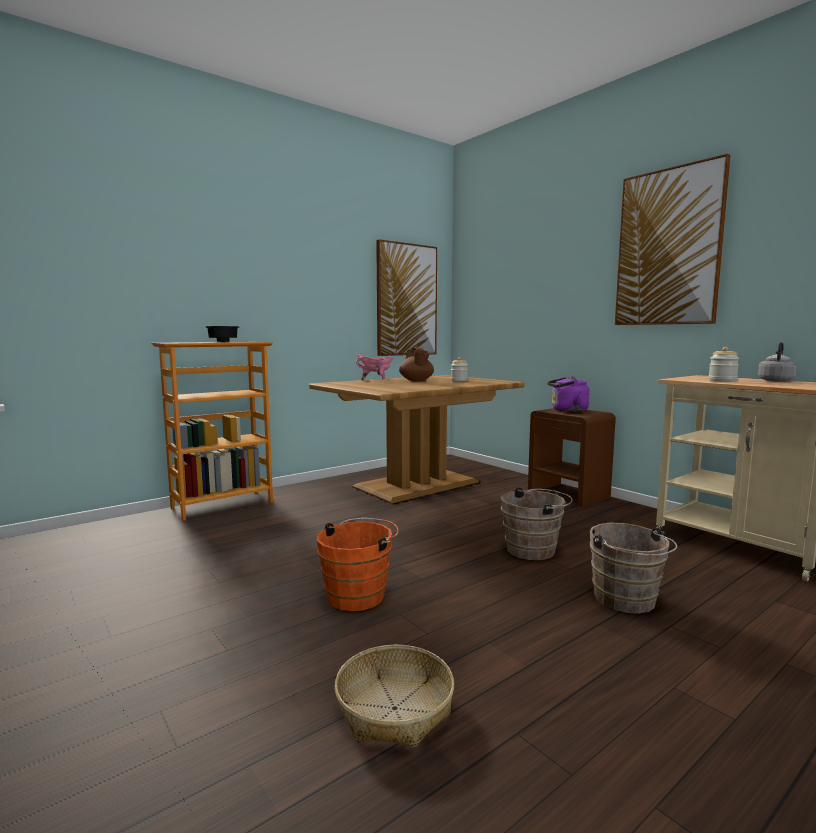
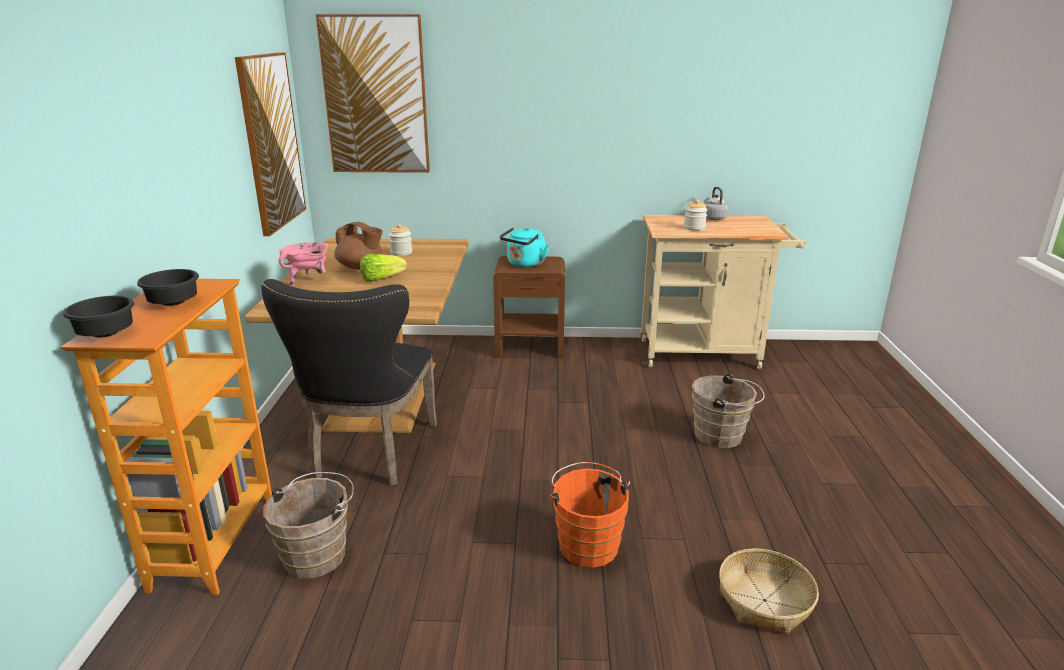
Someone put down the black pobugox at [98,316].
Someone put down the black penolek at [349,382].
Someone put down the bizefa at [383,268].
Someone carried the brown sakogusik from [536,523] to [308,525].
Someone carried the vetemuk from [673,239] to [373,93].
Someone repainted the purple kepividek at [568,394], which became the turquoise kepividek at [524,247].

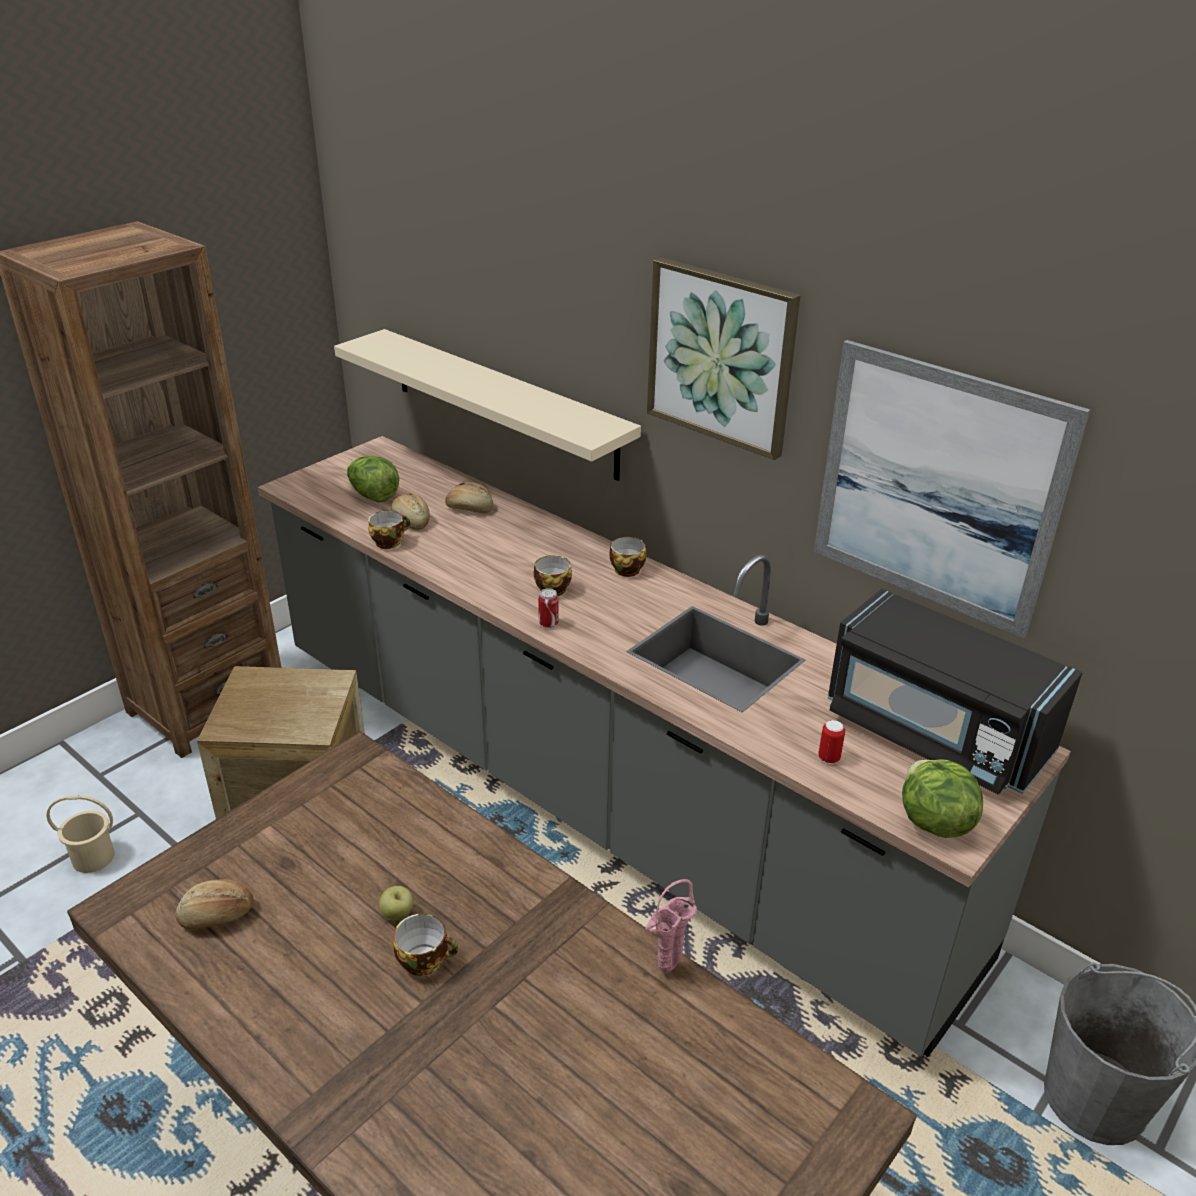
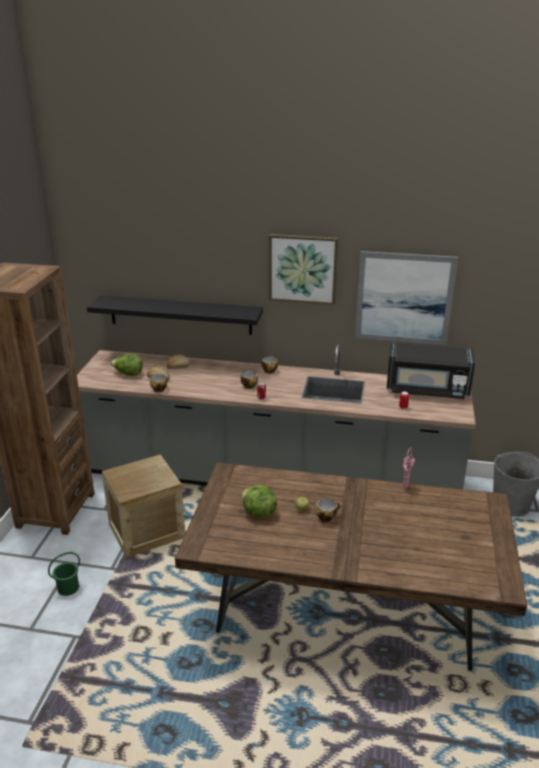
Someone took away the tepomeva at [214,904].
Someone carried the bizefa from [942,798] to [259,501].
Someone repainted the beige sakogusik at [81,834], which became the green sakogusik at [64,574].
Someone repainted the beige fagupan at [487,405], which became the black fagupan at [175,315].

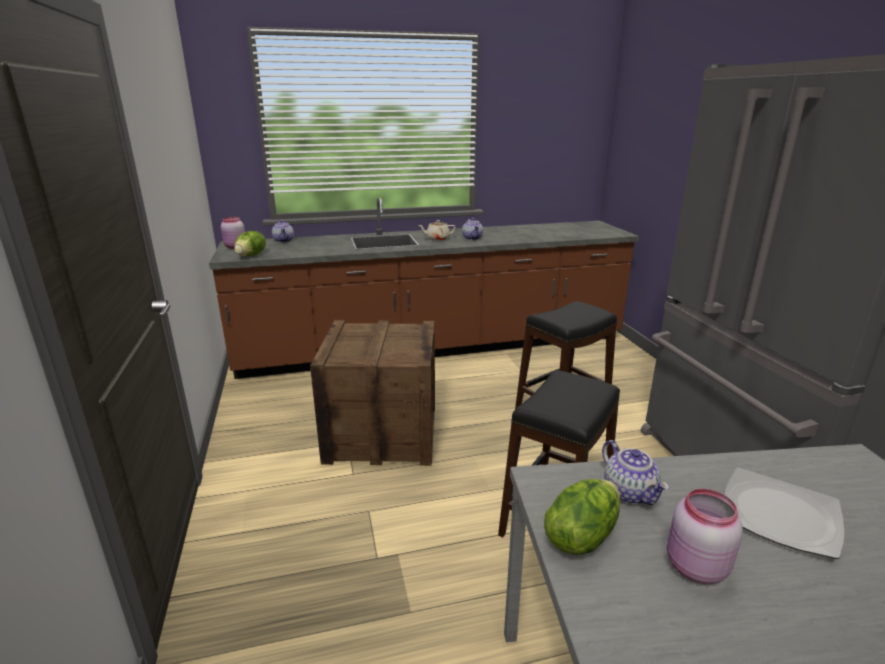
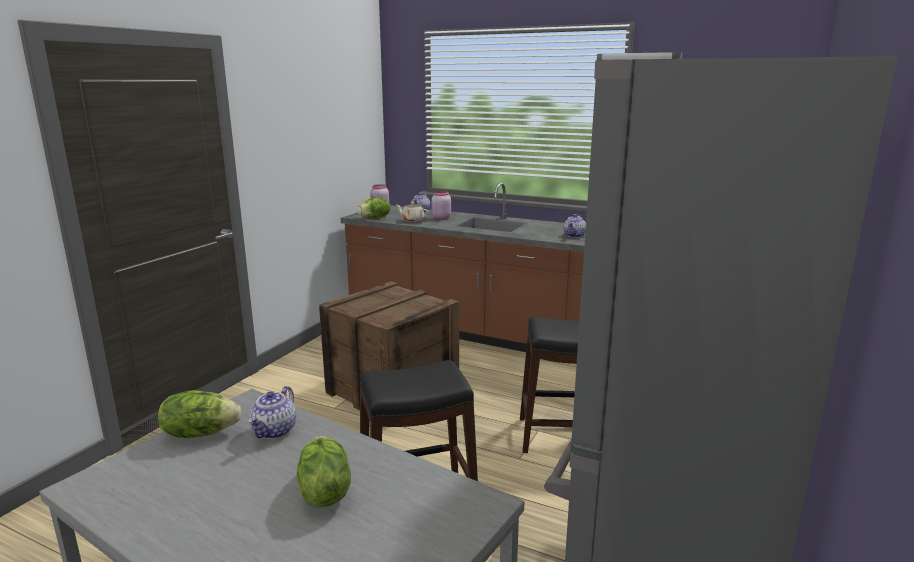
Someone carried the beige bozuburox from [437,230] to [412,212].
Someone carried the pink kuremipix from [705,536] to [441,205].
Someone swapped the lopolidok at [784,513] for the bizefa at [324,471].

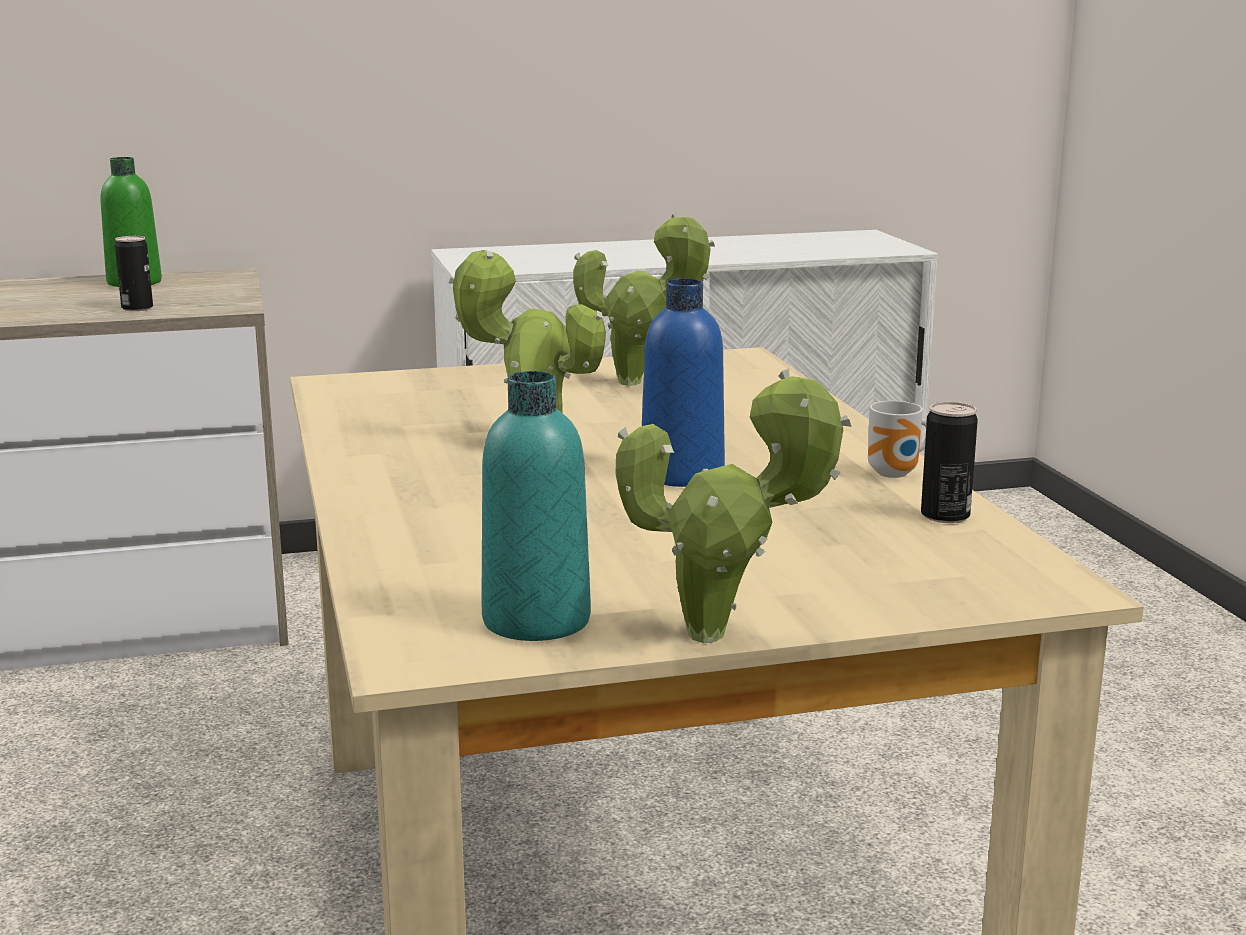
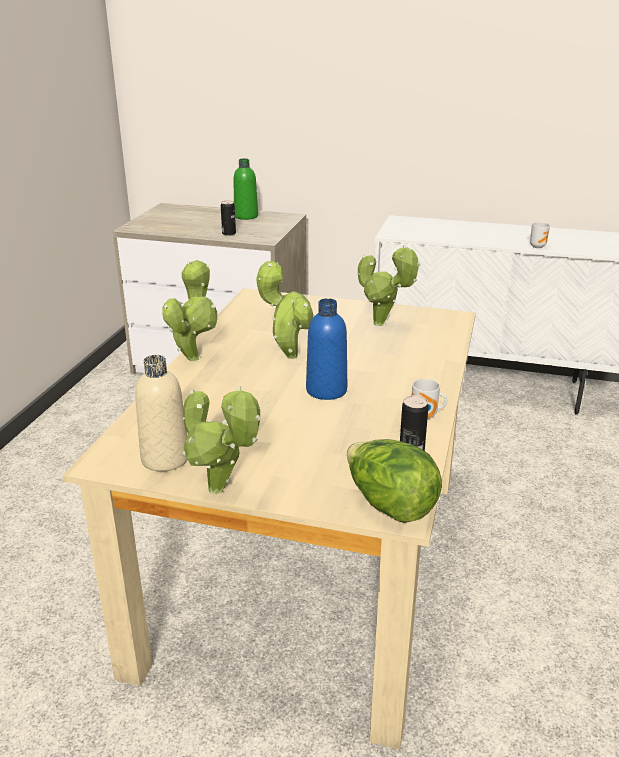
Someone put down the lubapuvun at [190,310].
Someone put down the bizefa at [394,481].
Someone put down the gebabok at [540,235].
Someone repainted the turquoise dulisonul at [536,506], which became the beige dulisonul at [161,413].

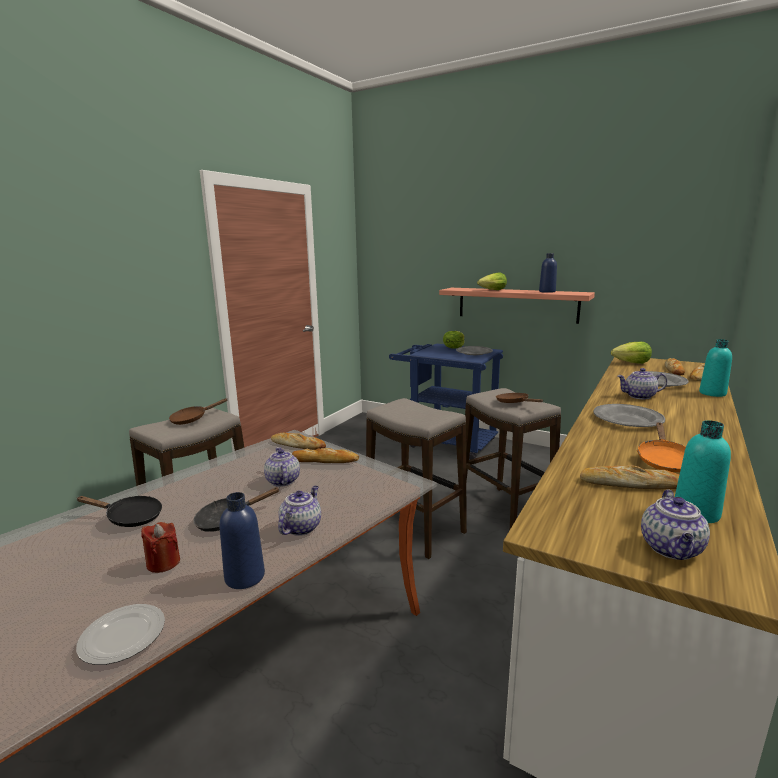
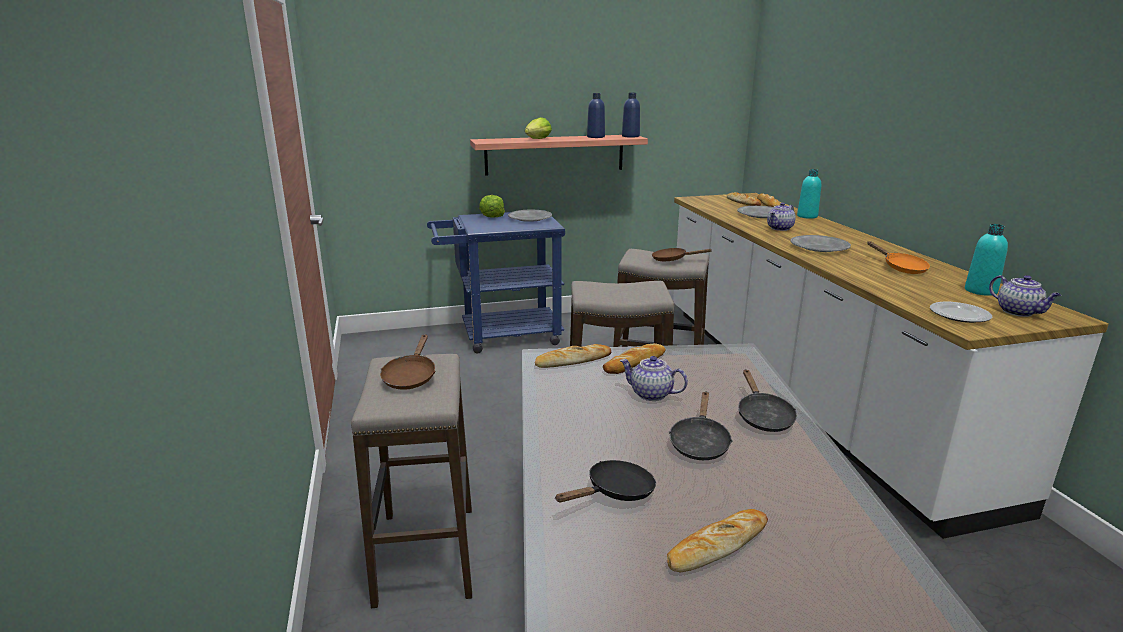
Someone took away the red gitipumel at [160,547].
Someone took away the bizefa at [631,353].
Someone carried the lopolidok from [120,634] to [961,312].
Someone carried the blue dulisonul from [242,540] to [631,115].
Someone carried the tepomeva from [629,477] to [717,541].
Someone swapped the bozuburox at [299,511] for the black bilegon at [767,400].

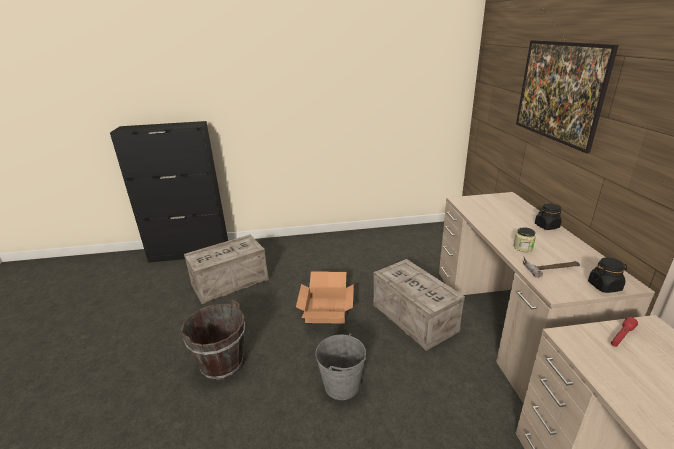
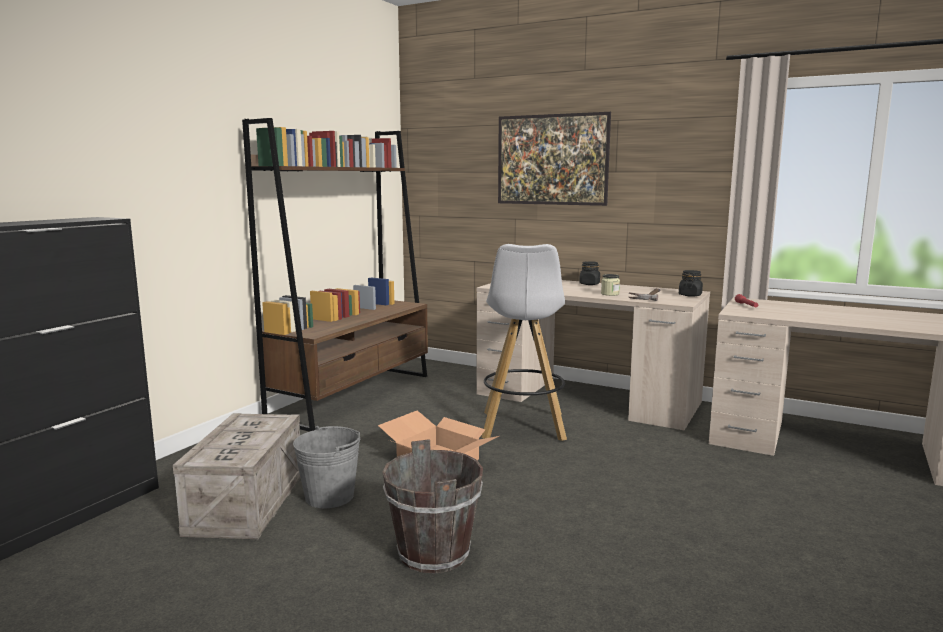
Someone put down the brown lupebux at [335,275].
Someone carried the grey sakogusik from [340,366] to [326,467].
Someone swapped the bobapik at [419,305] for the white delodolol at [524,342].

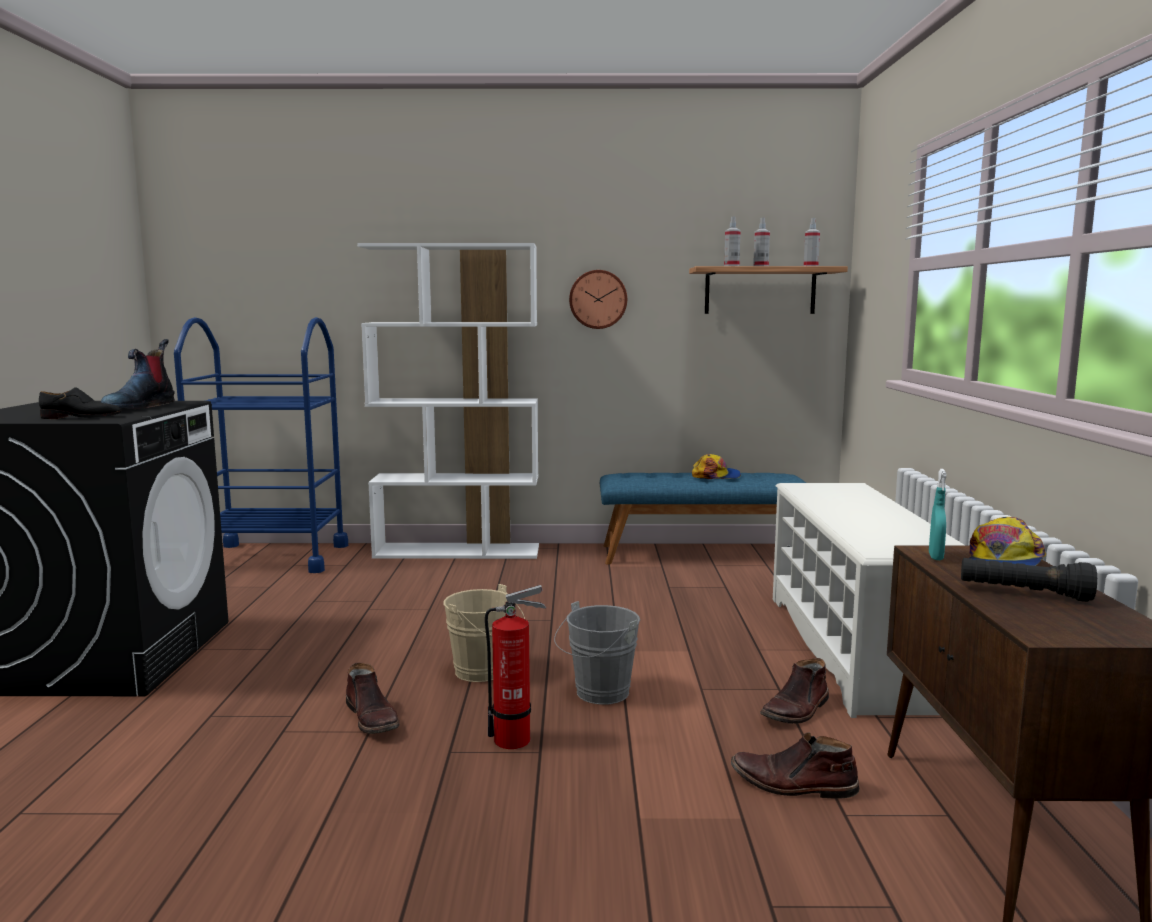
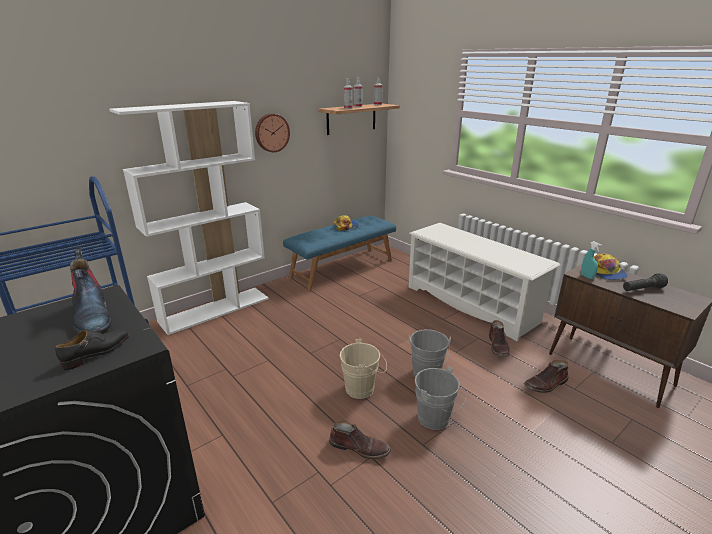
Someone swapped the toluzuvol at [515,667] for the grey sakogusik at [440,398].

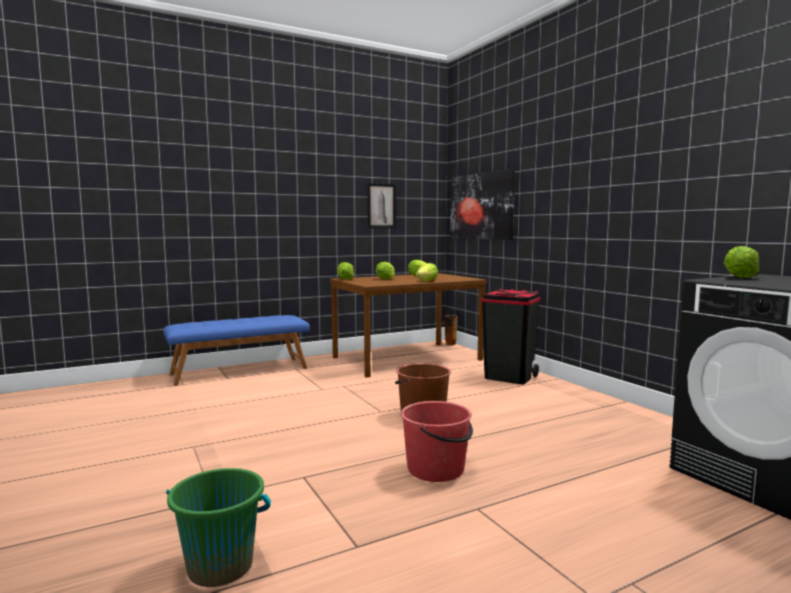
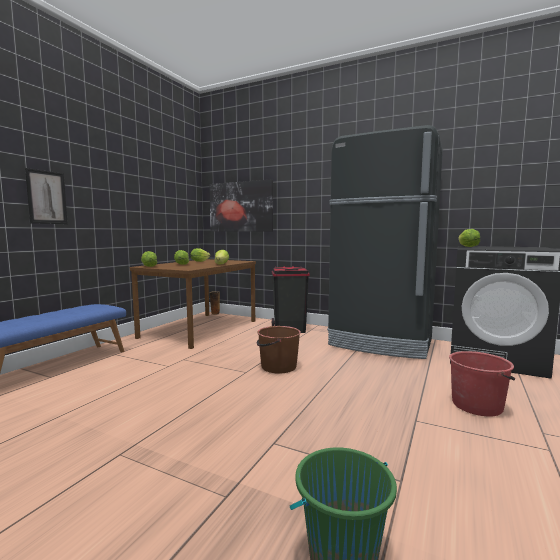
Someone put down the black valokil at [385,242].
Someone carried the vetemuk from [381,205] to [46,196].
Someone carried the red sakogusik from [437,441] to [482,384].

